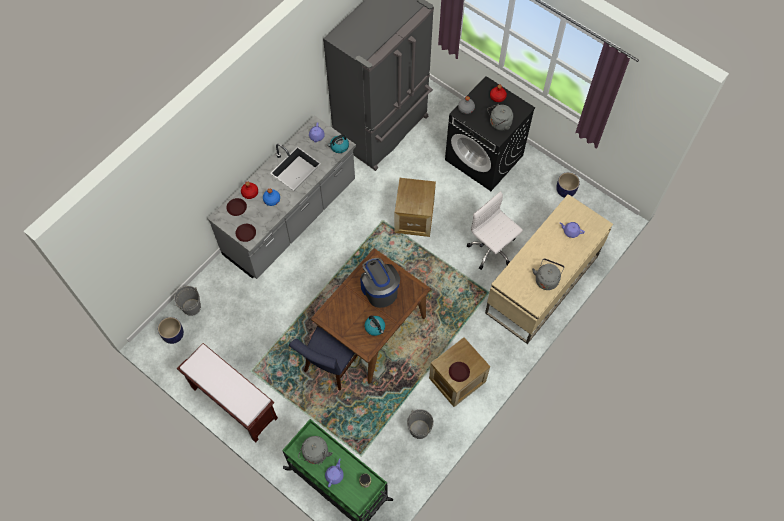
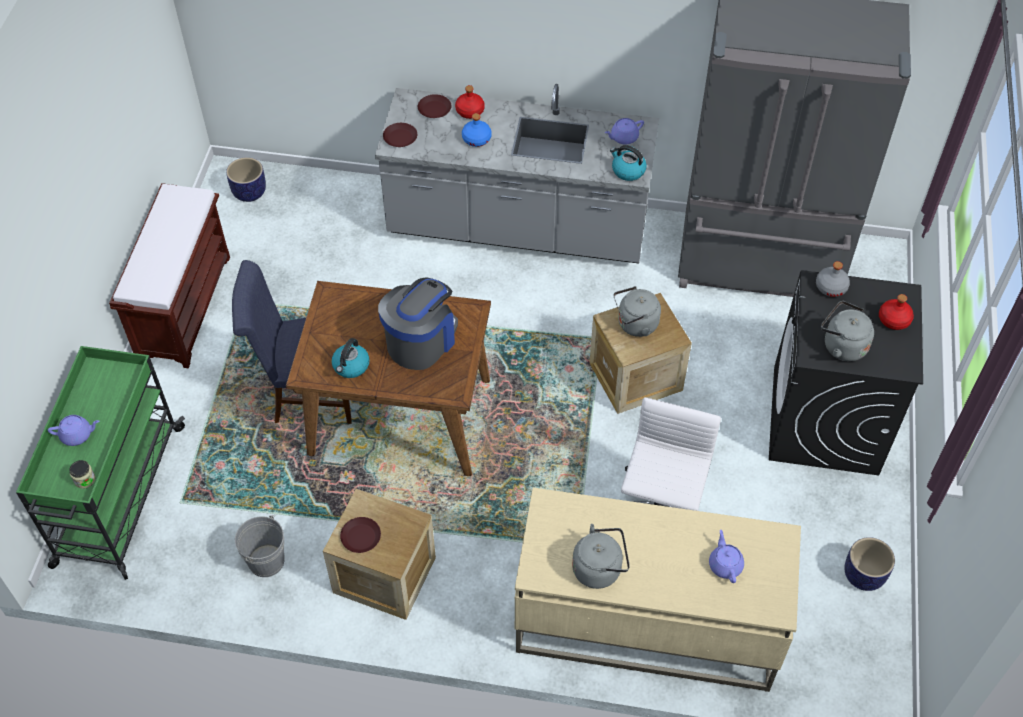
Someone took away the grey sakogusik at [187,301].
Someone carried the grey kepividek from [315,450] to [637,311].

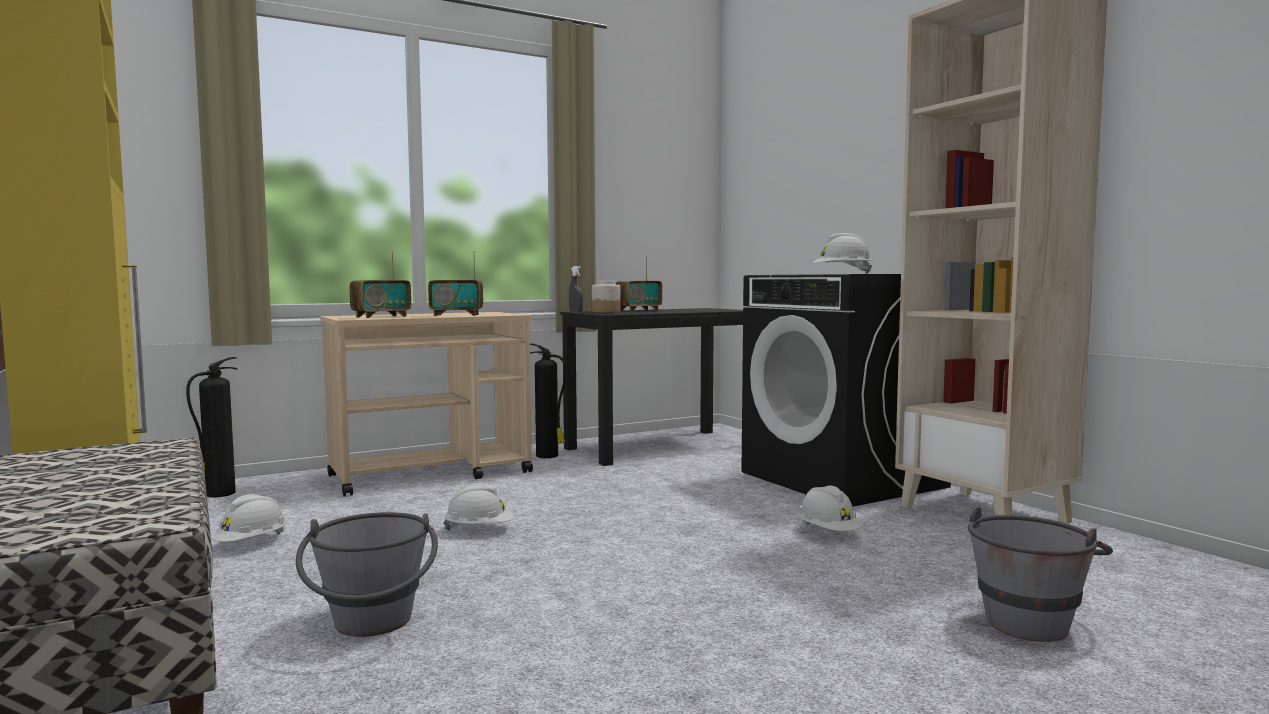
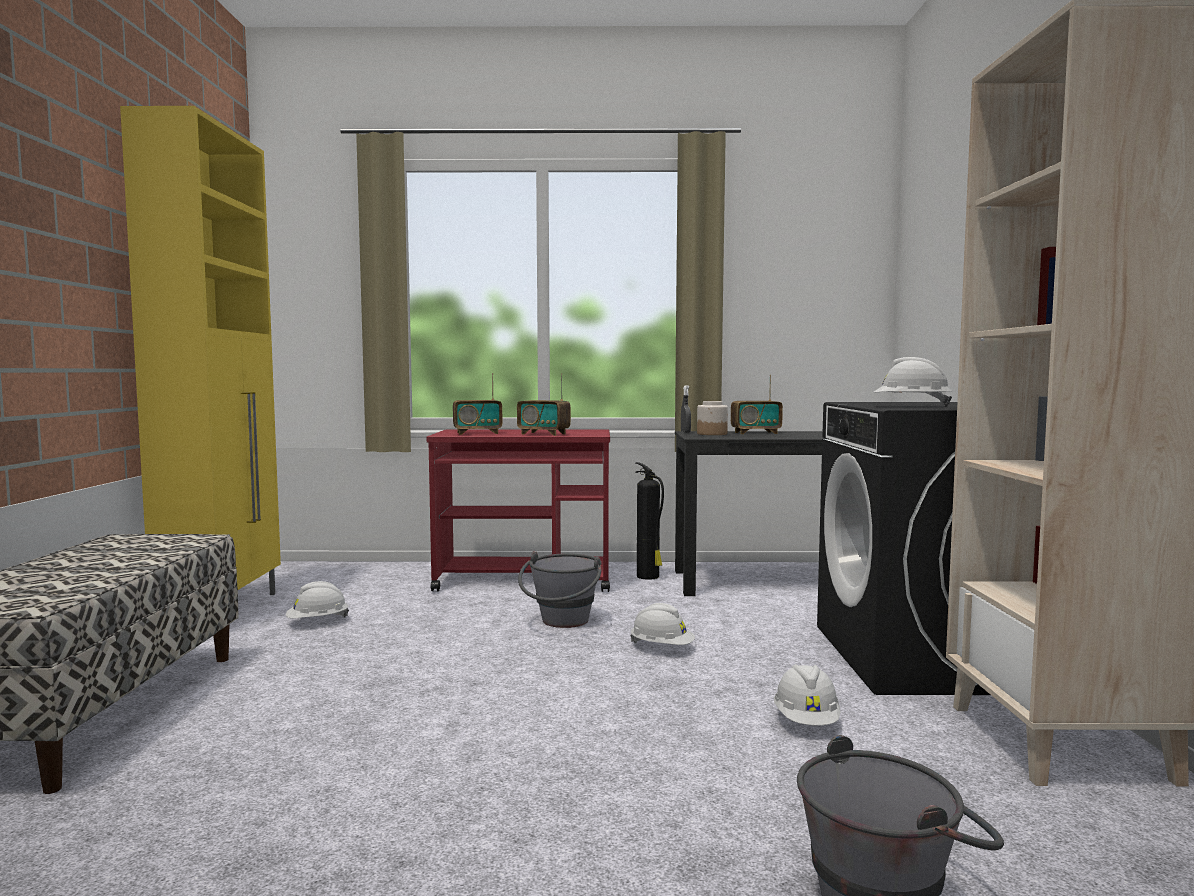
Someone took away the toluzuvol at [212,427].
Someone carried the grey sakogusik from [367,574] to [559,589].
Someone carried the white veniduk from [478,507] to [662,624].
Someone repainted the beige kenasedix at [426,404], which became the red kenasedix at [518,511].

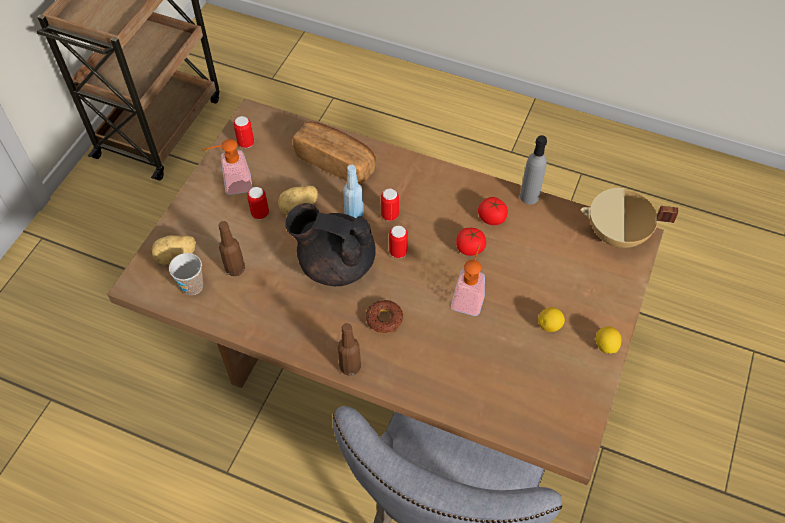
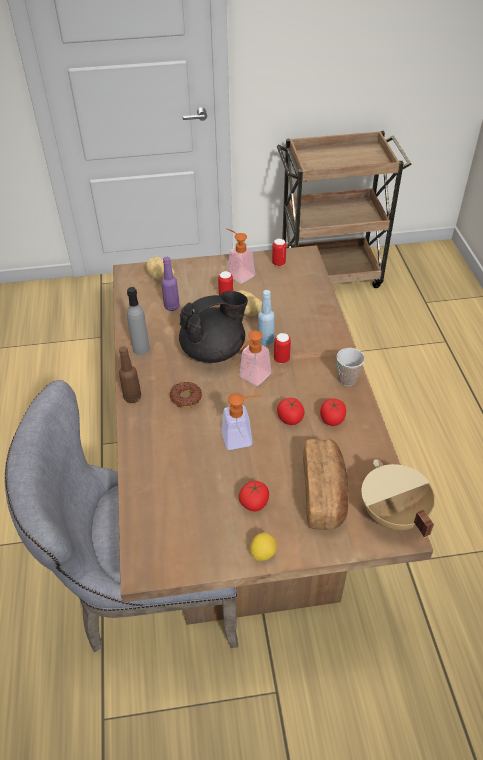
Someone carried the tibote from [186,274] to [351,367].
Someone carried the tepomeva from [334,153] to [326,484].
Someone carried the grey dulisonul from [533,169] to [138,321].
Someone swapped the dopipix at [398,242] for the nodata at [255,358].
Someone swapped the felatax at [551,319] for the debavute at [254,496].
Someone repainted the brown dulisonul at [232,248], which became the purple dulisonul at [170,284].
Someone rotated the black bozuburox at [330,244] by 75 degrees clockwise.

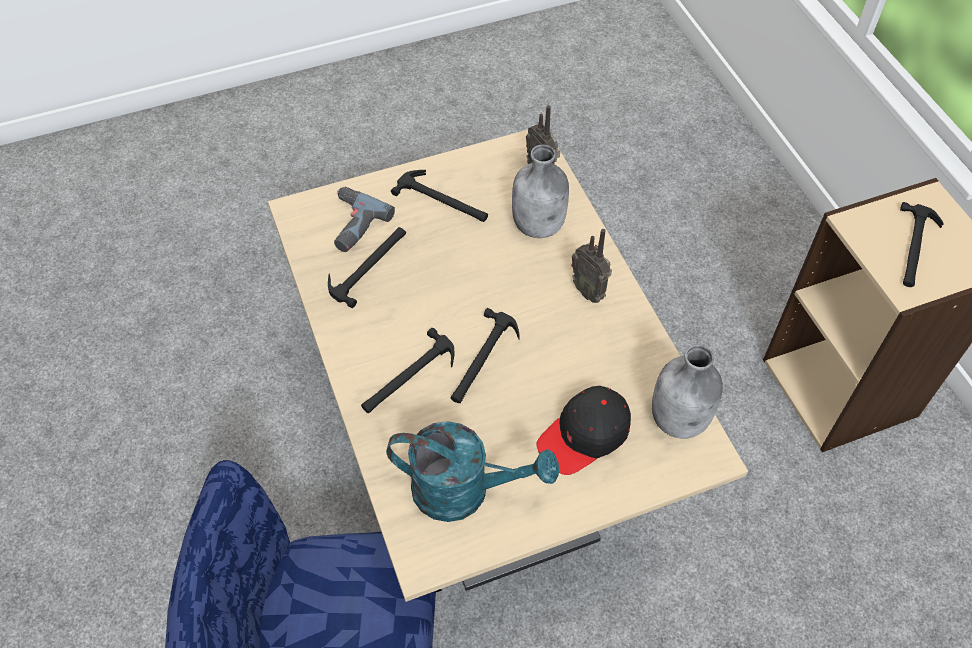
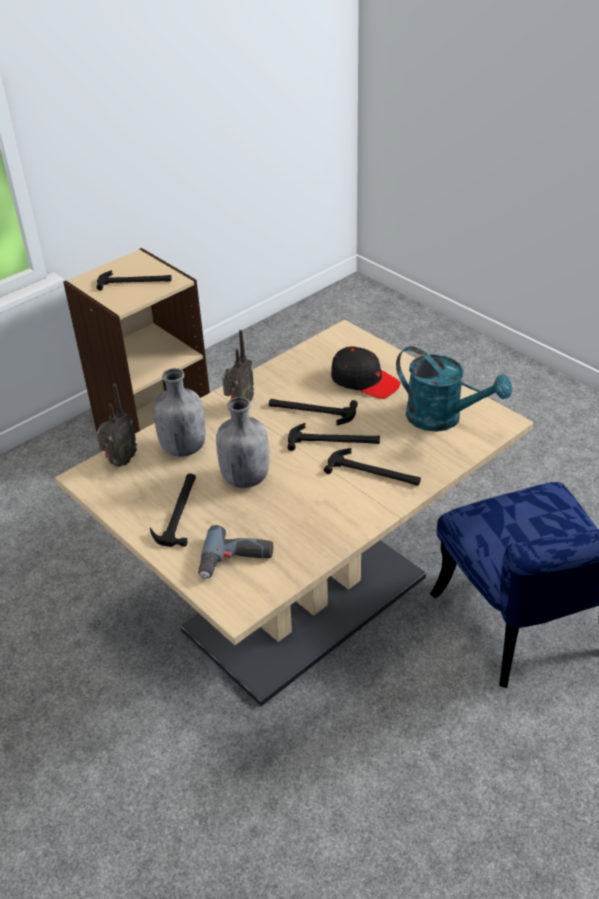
Someone carried the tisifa from [367,267] to [313,412].
Someone carried the grey dulisonul from [687,392] to [242,442].
Someone rotated the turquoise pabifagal at [472,471] by 135 degrees clockwise.

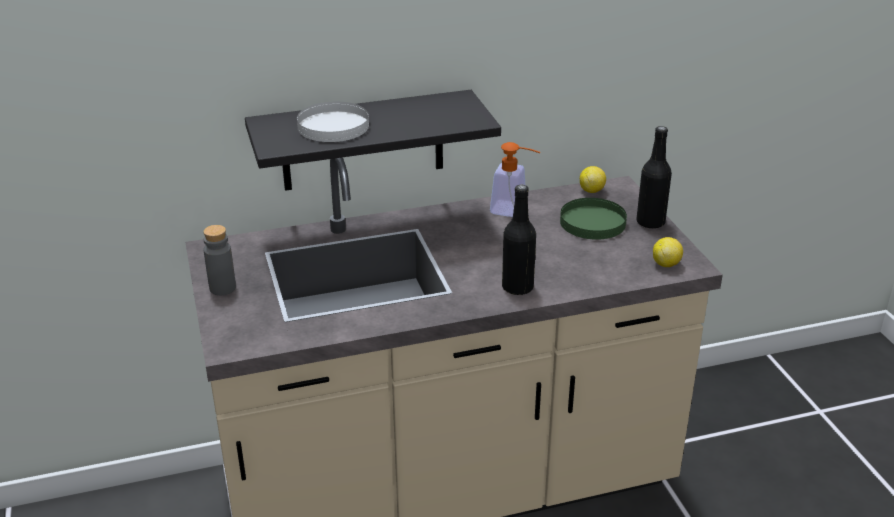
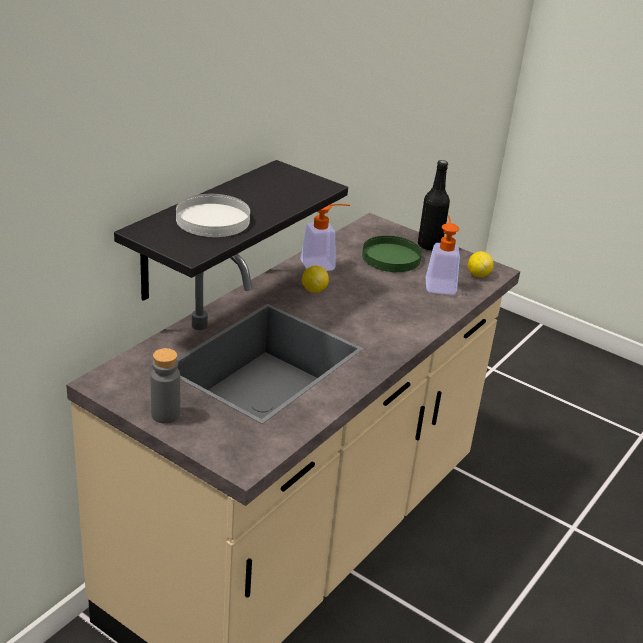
Someone took away the black dulisonul at [519,240].
Someone put down the nodata at [443,255].
Someone carried the felatax from [593,179] to [315,279].

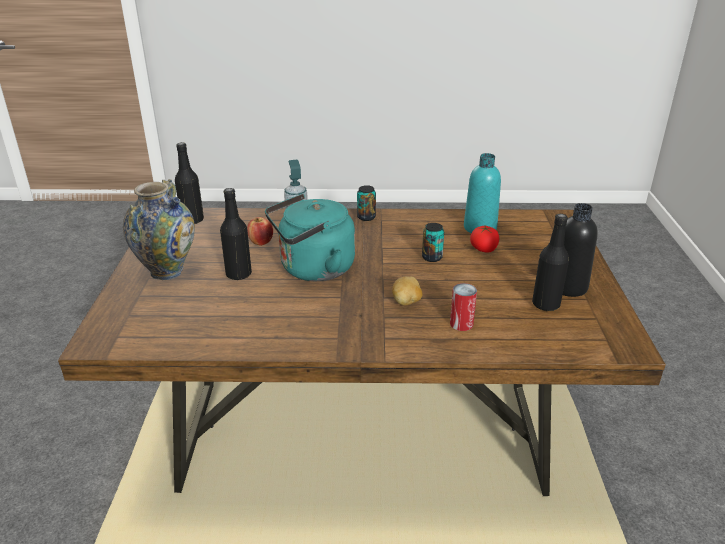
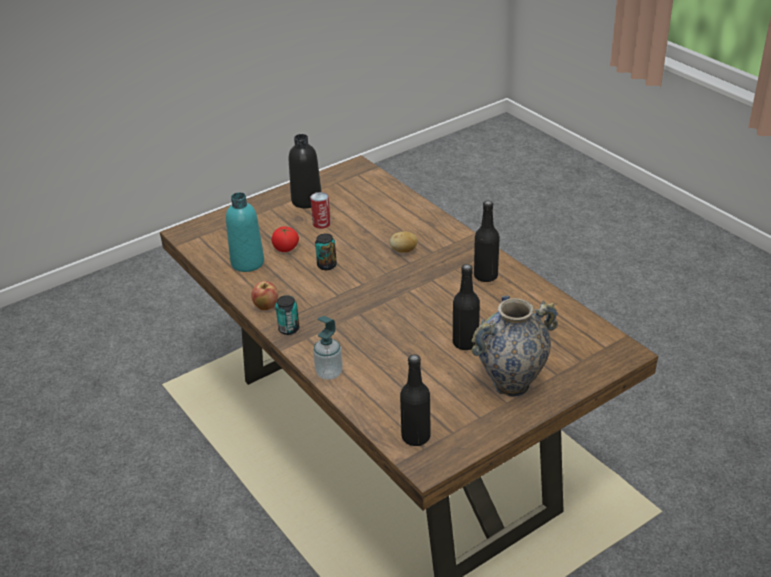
Someone took away the turquoise kepividek at [310,237].
Someone carried the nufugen from [260,231] to [264,295].
Someone carried the dopipix from [463,307] to [320,210].
Someone carried the black dulisonul from [550,262] to [487,241].

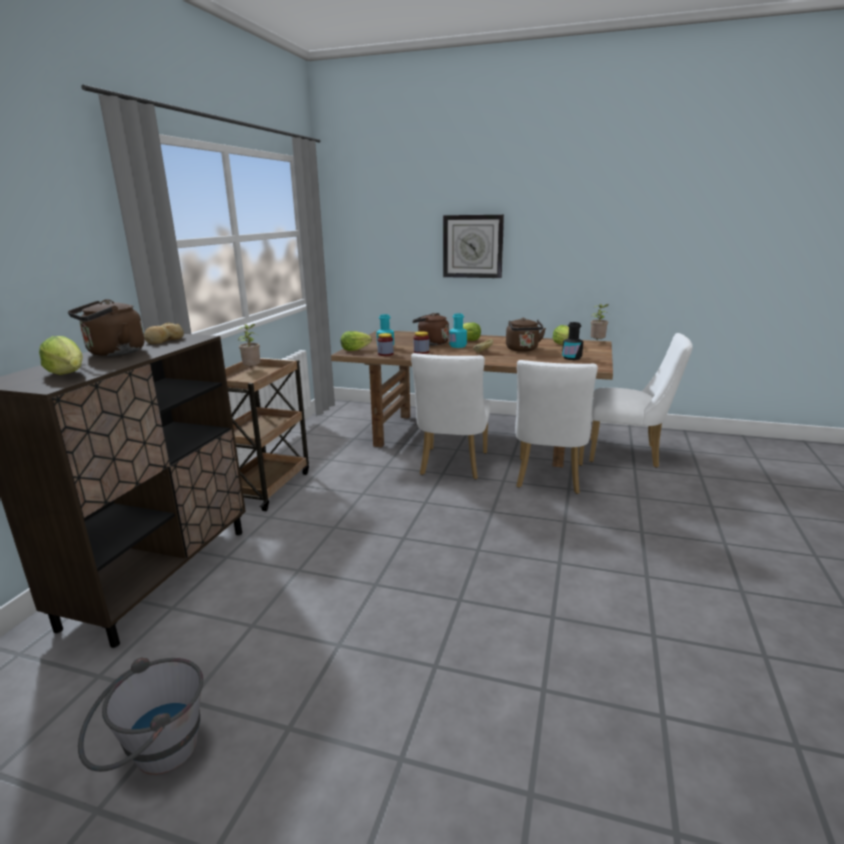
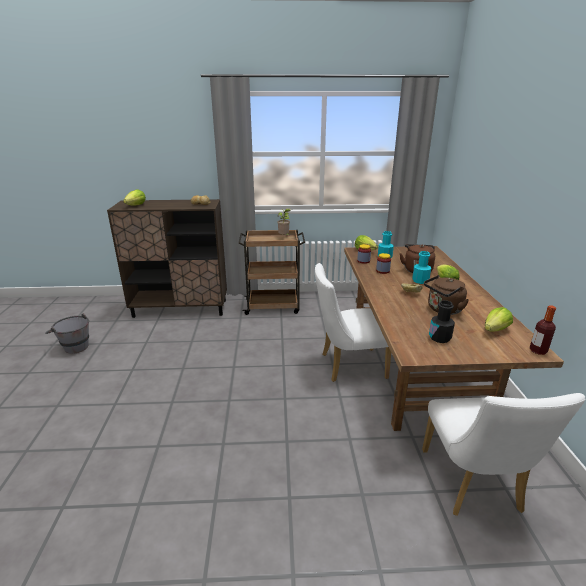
Someone took away the brown kepividek at [106,327].
Someone took away the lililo at [473,246].
Someone took away the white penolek at [556,427].
Someone swapped the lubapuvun at [600,322] for the dulisonul at [542,330].

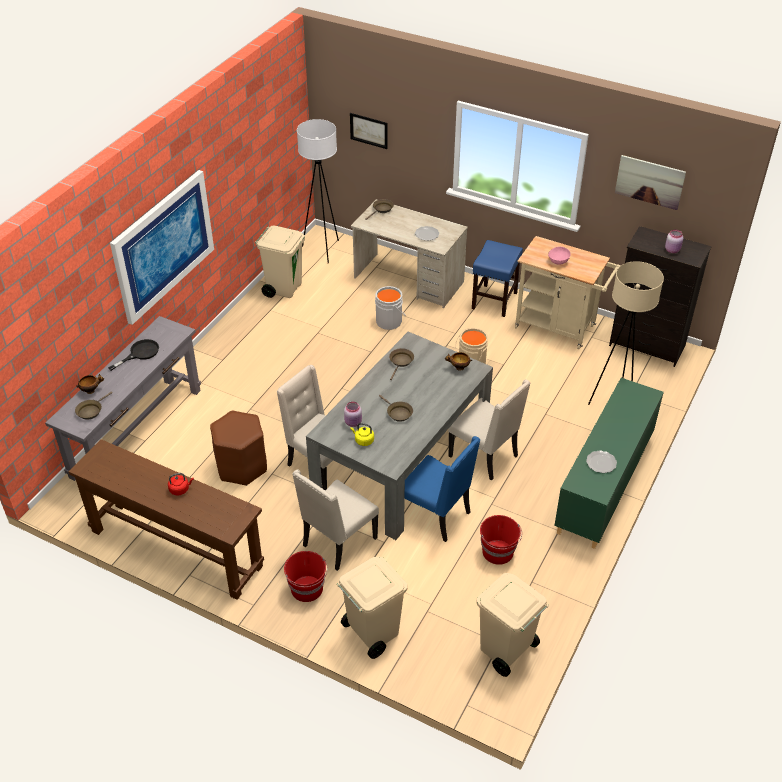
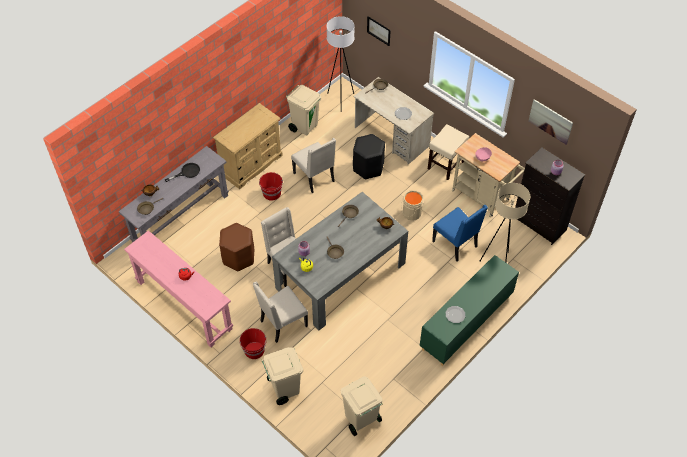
Someone took away the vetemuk at [162,247].
Someone put down the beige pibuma at [248,146].
Someone carried the blue penolek from [442,489] to [460,233].
Someone carried the beige penolek from [489,429] to [313,165].
Someone carried the red sakogusik from [501,540] to [271,186].
Someone swapped the grey sakogusik at [390,308] for the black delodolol at [369,157].
Someone repainted the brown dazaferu at [166,519], which became the pink dazaferu at [178,288].
Someone repainted the blue delodolol at [497,278], which became the beige delodolol at [448,152].

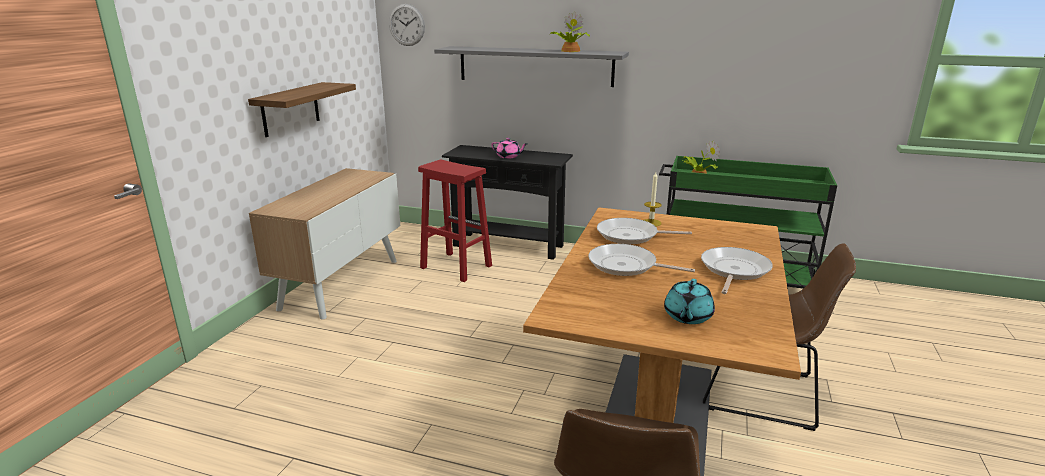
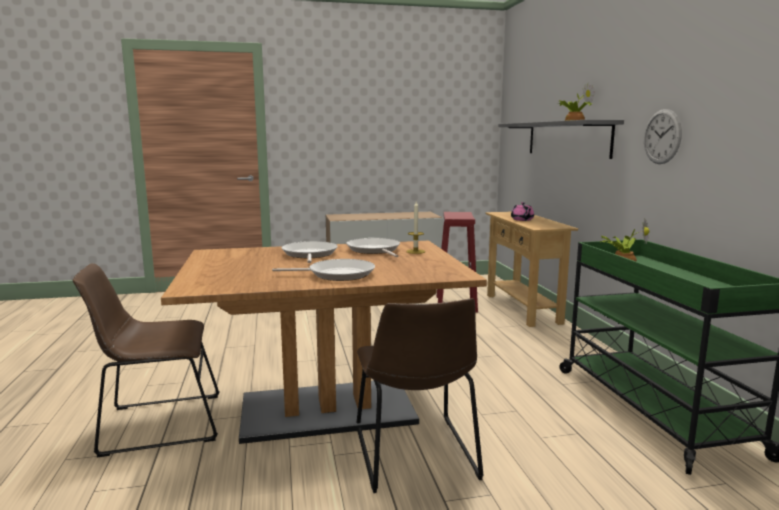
Someone took away the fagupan at [302,109].
Someone took away the turquoise bozuburox at [689,301].
Someone carried the lililo from [407,25] to [663,136].
Someone repainted the black dazaferu at [507,202], which became the beige dazaferu at [531,269].

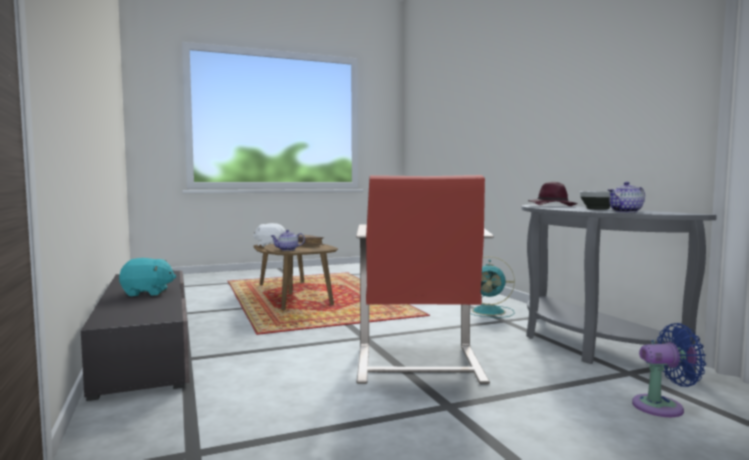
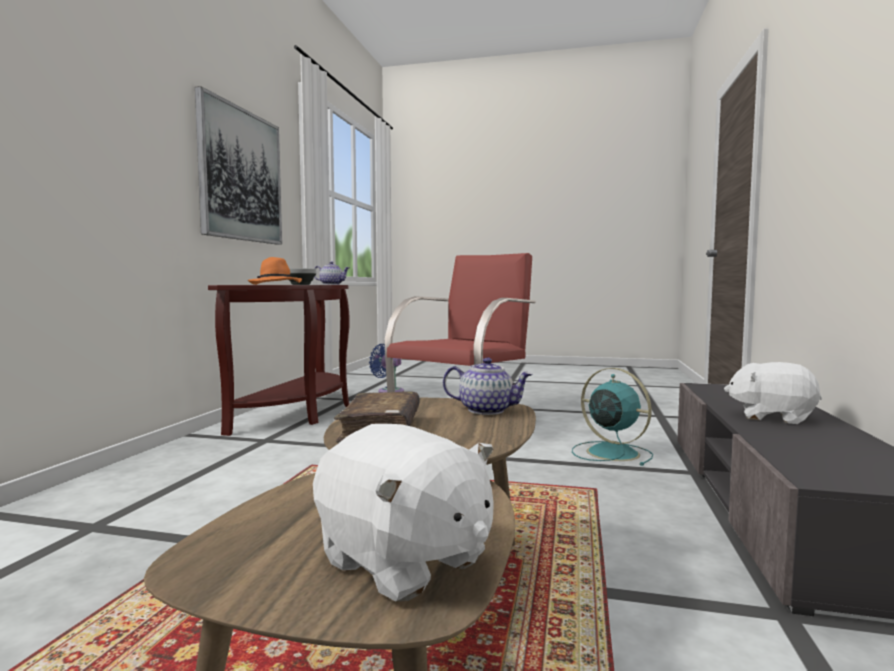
Someone put up the vetemuk at [238,165].
Someone carried the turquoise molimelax from [492,287] to [612,417].
Someone repainted the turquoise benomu at [147,277], which became the white benomu at [773,393].
Someone repainted the grey dazaferu at [619,289], which became the brown dazaferu at [279,360].
Someone repainted the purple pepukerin at [553,194], which became the orange pepukerin at [275,271].

